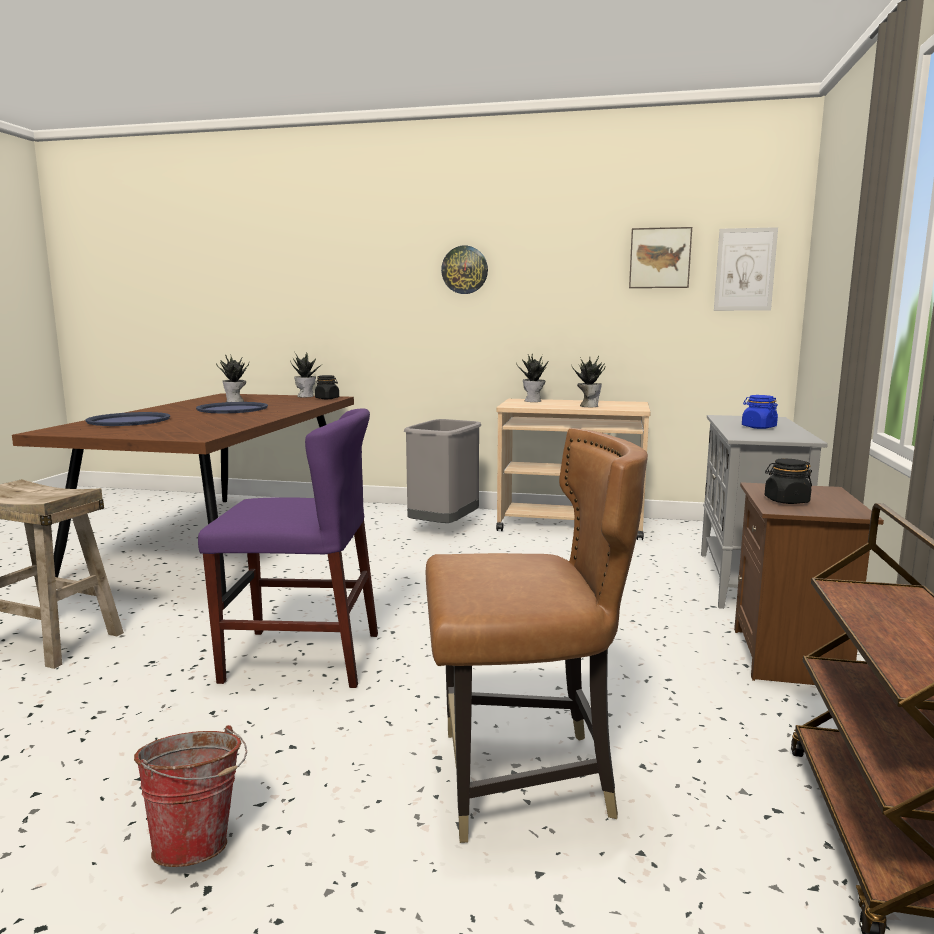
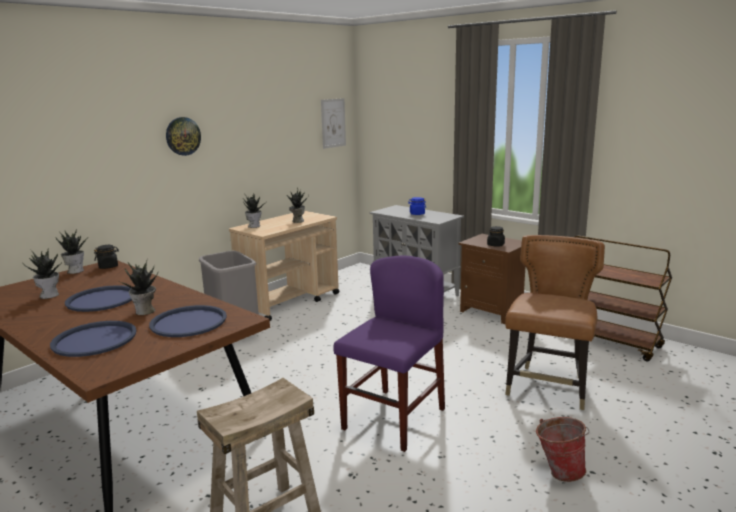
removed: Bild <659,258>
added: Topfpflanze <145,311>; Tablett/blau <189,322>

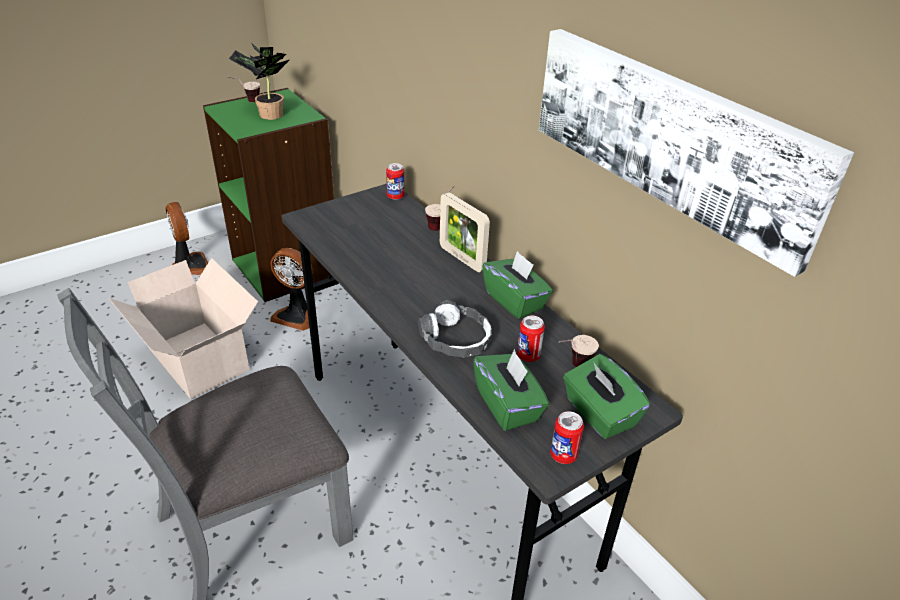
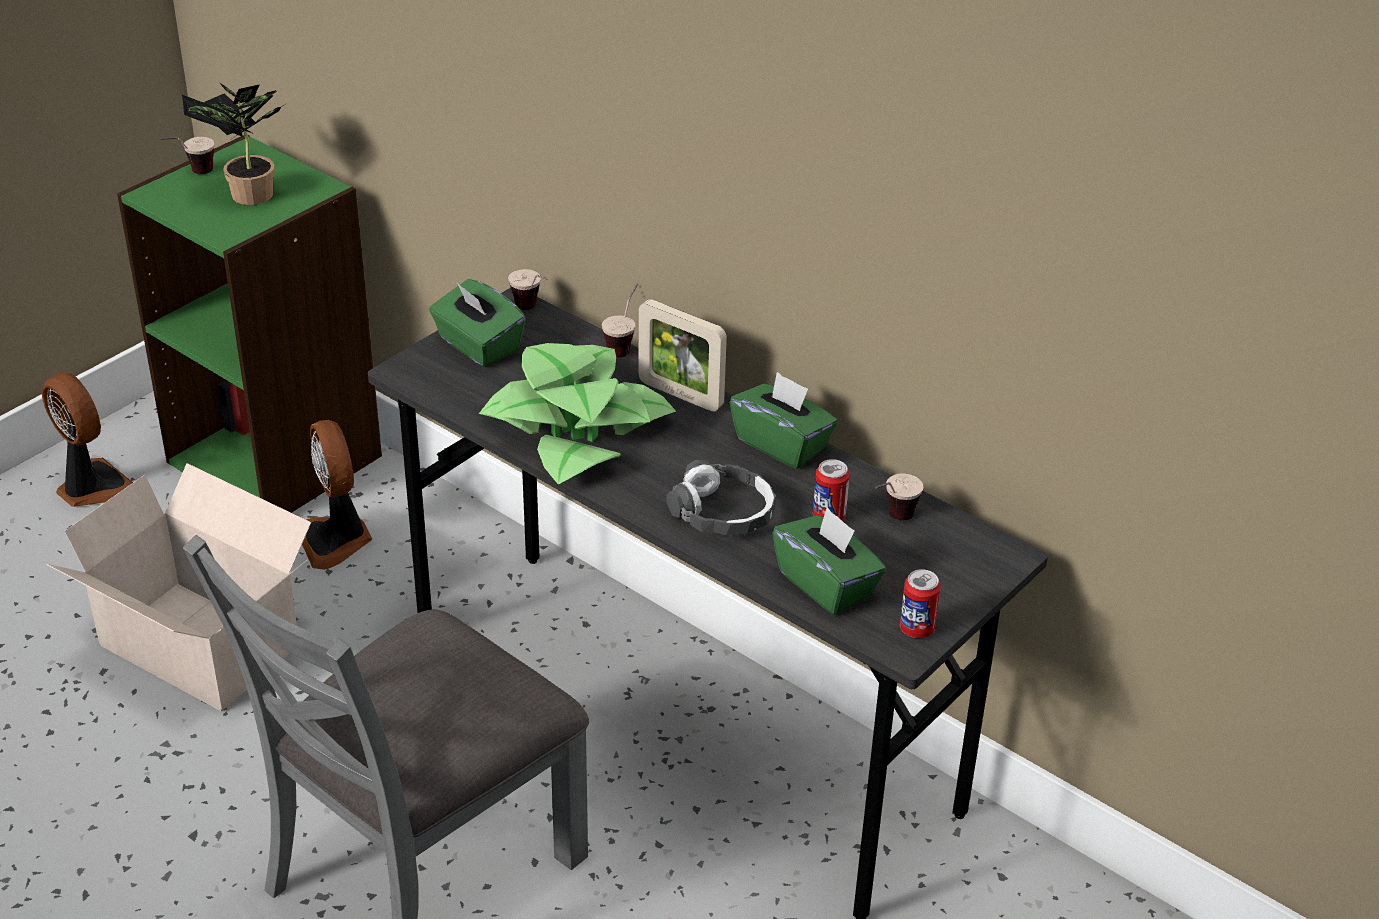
removed: Bild <670,137>
added: Topfpflanze <577,427>
moved: Taschentuchbox/grün <599,414> to <478,346>
replaced: Dose <395,196> to Tasse <532,311>
turned: Ventilator <296,315> = <336,540> 60 degrees clockwise

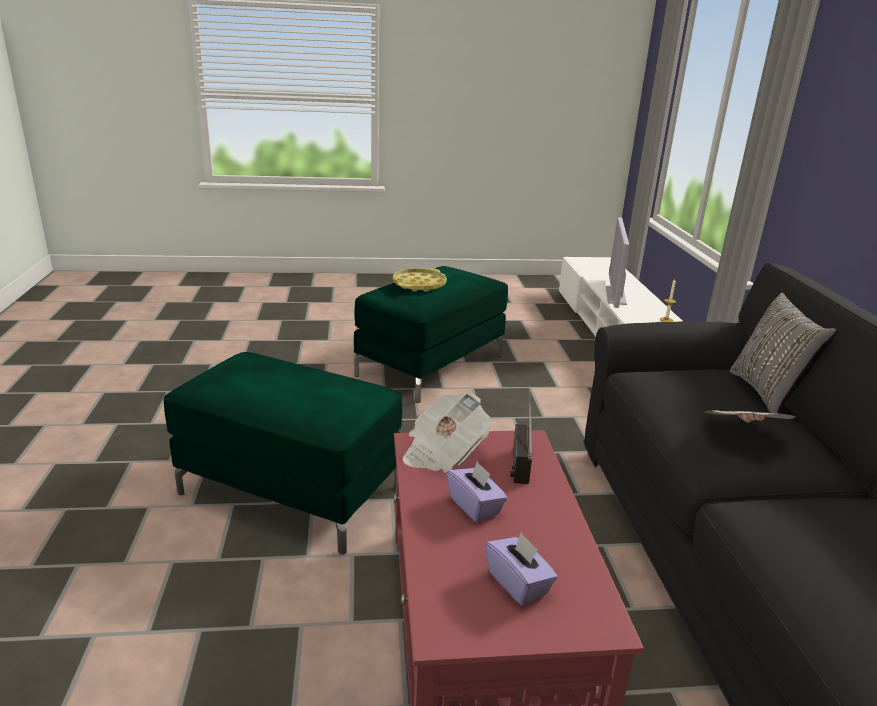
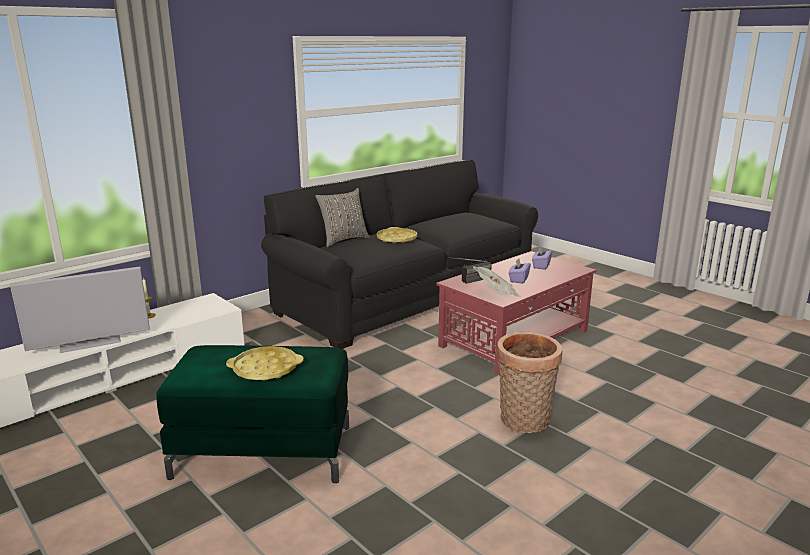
replaced: Zeitung <742,434> to Tablett/gelb <396,239>; Polsterhocker/grün <289,490> to Korb <524,422>

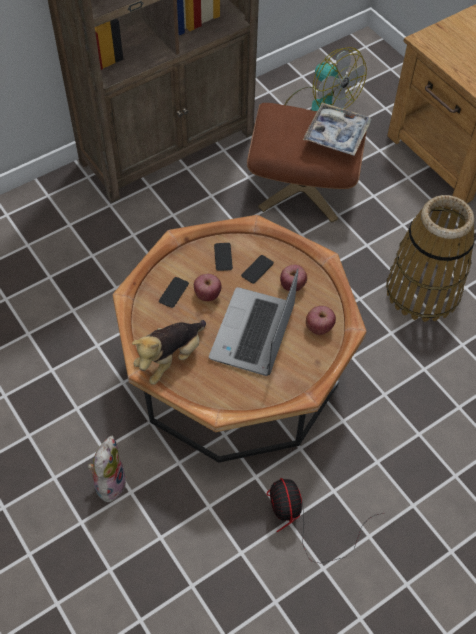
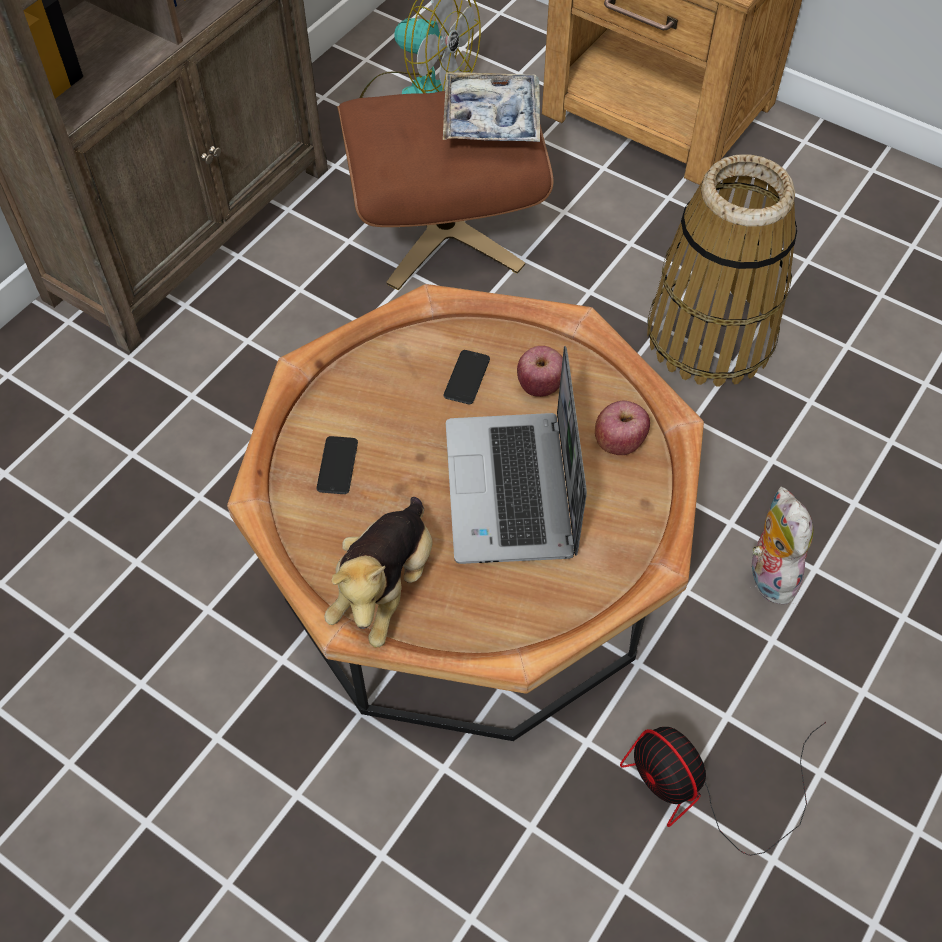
removed: Apfel <207,295>; Handy <223,257>
moved: Plüschtier <109,482> to <767,574>

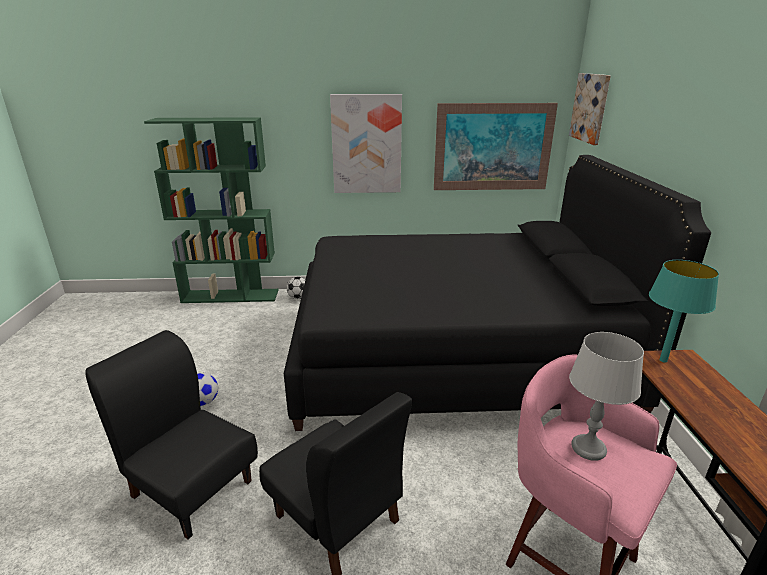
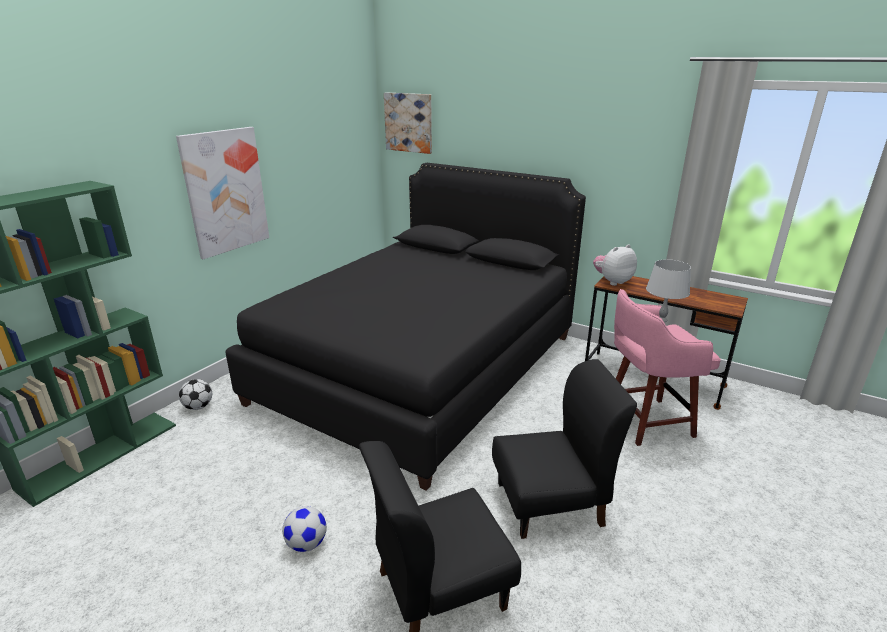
removed: Bild <493,147>
replaced: Tischlampe/türkis <663,360> to Plüschtier <612,281>

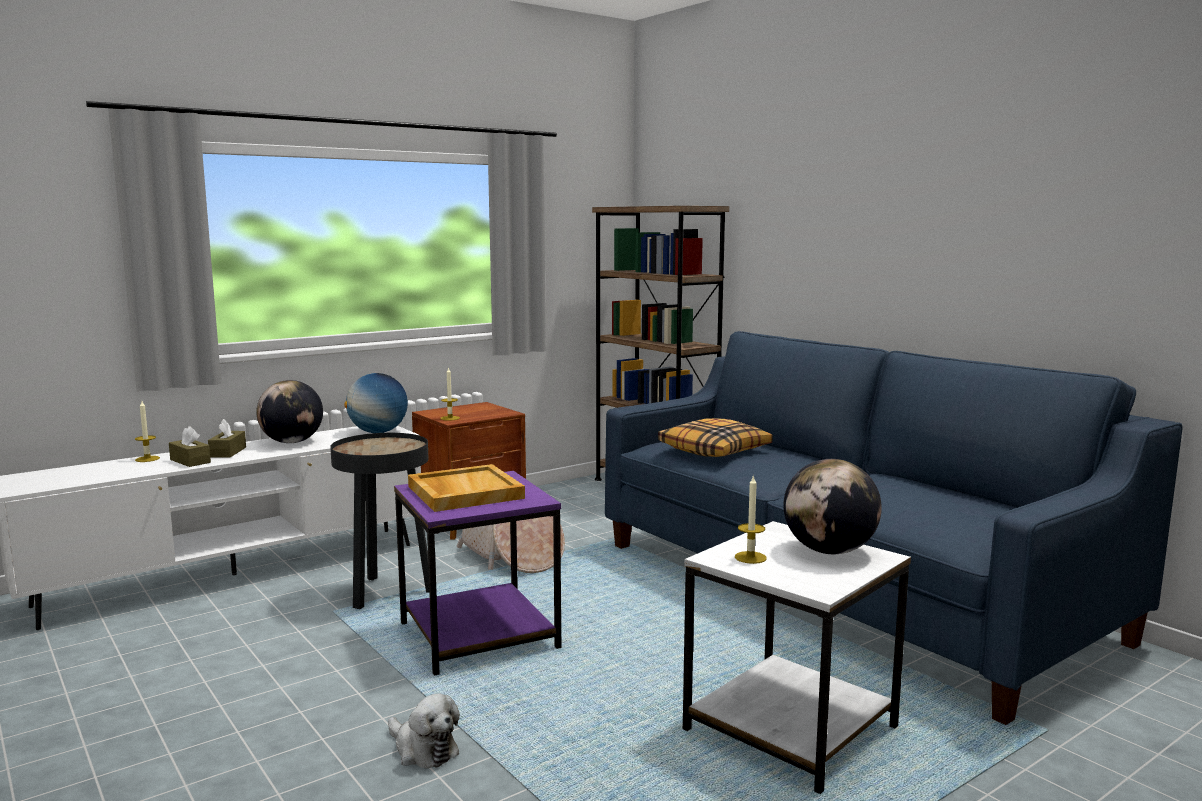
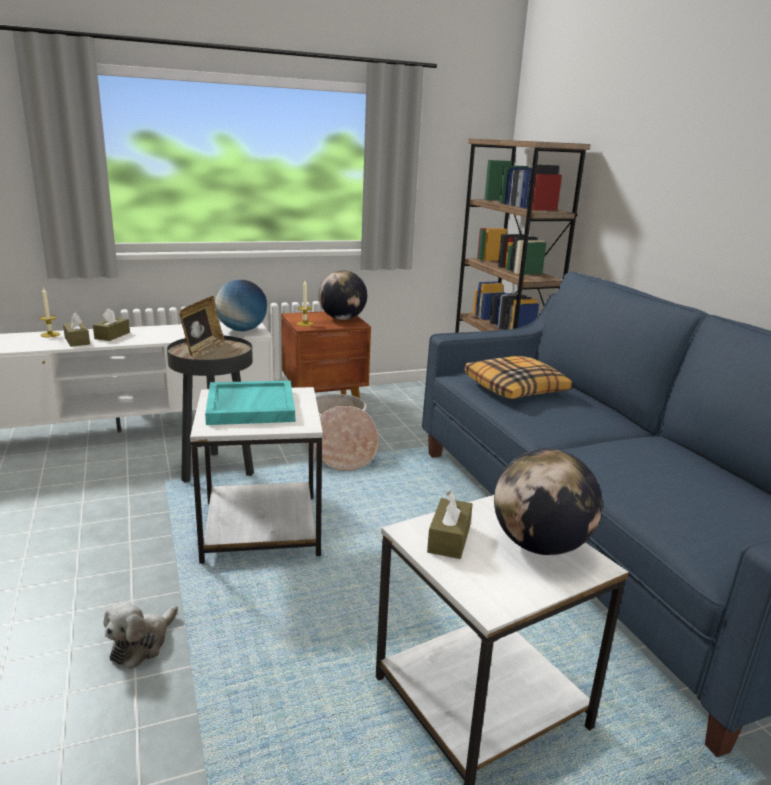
added: Bilderrahmen <203,349>
moved: Globus <292,442> to <342,319>
replaced: Kerze <750,557> to Taschentuchbox/braun <449,538>
recoloured: Beistelltisch/lila <479,635> to Beistelltisch/weiß <262,527>; Tablett/beige <464,492> to Tablett/türkis <250,406>
turned: Plüschtier <423,750> = <141,644> 60 degrees clockwise

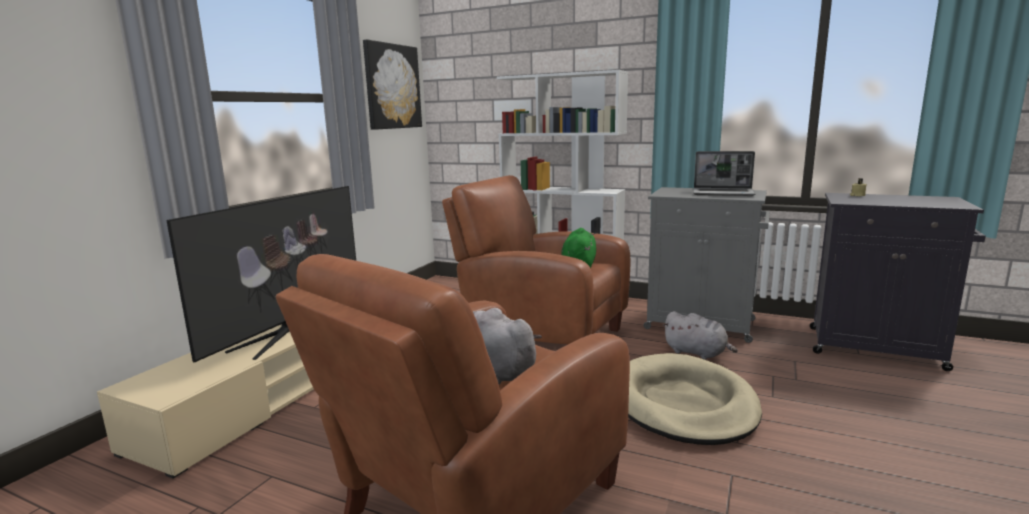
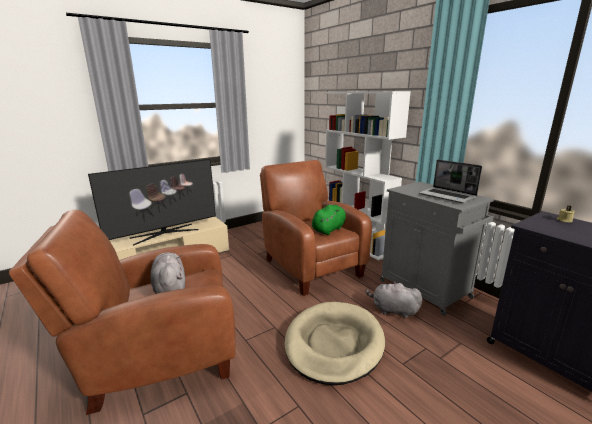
removed: Bild <392,86>
turned: Plüschtier/grau <697,353> = <392,310> 135 degrees clockwise

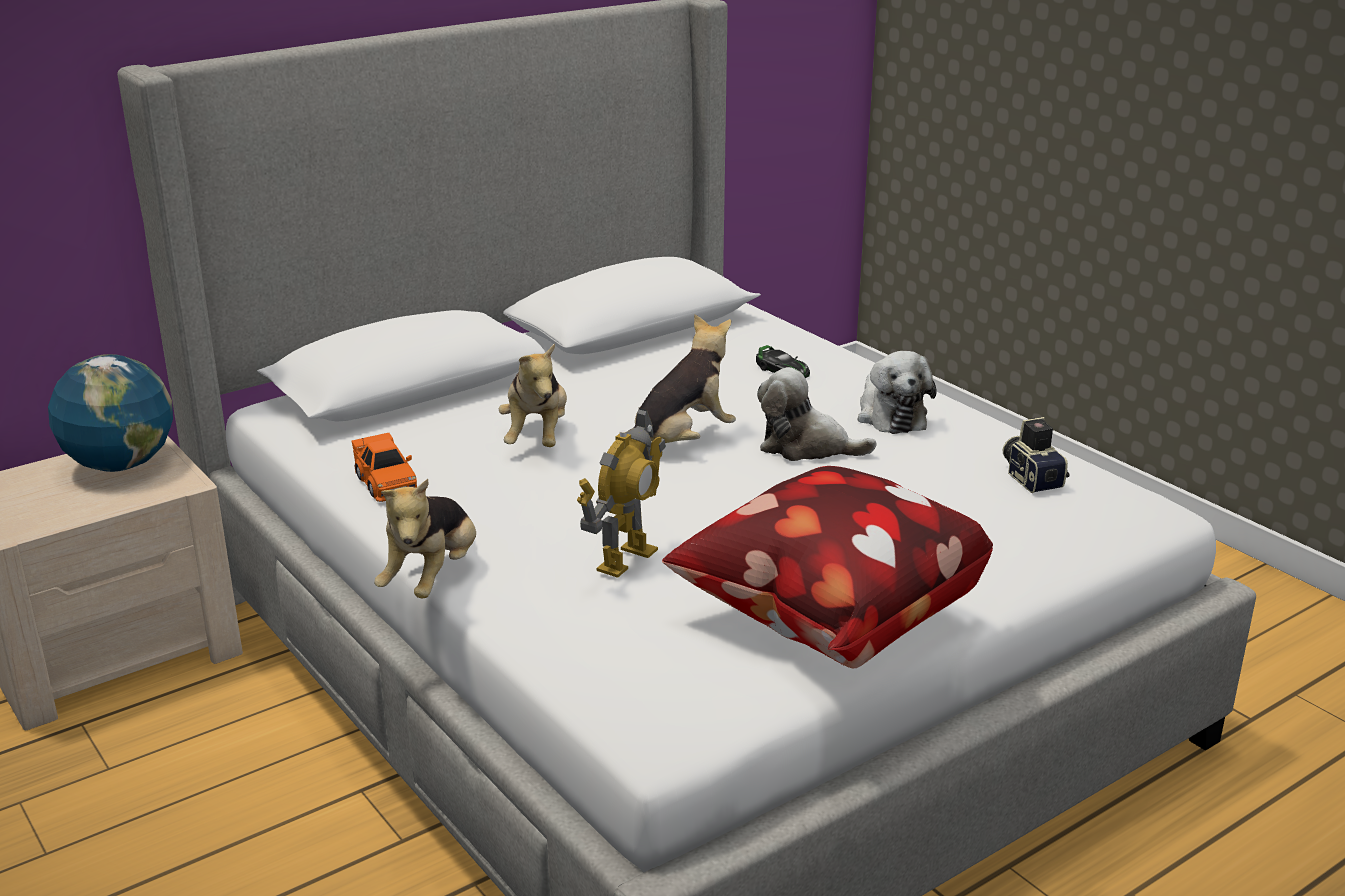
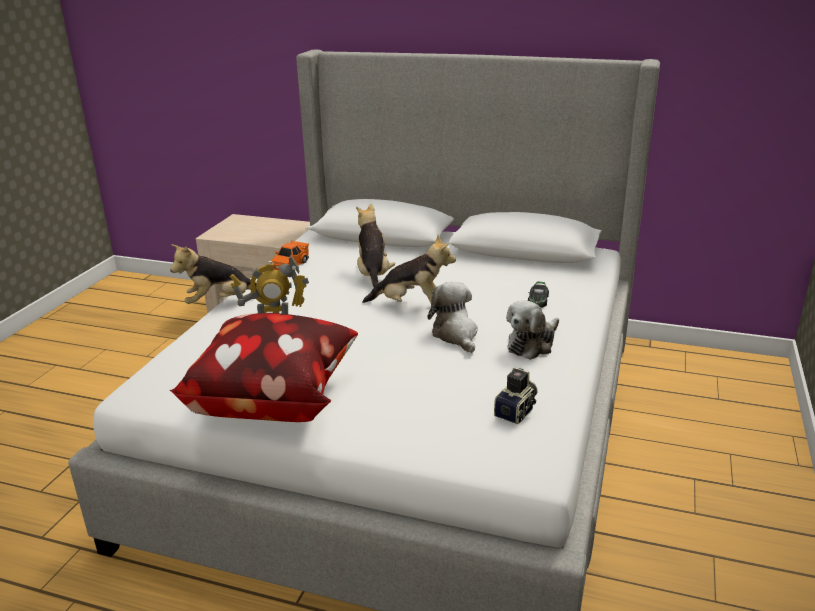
removed: Globus <121,465>
turned: Plüschtier <537,437> = <373,275> 120 degrees clockwise

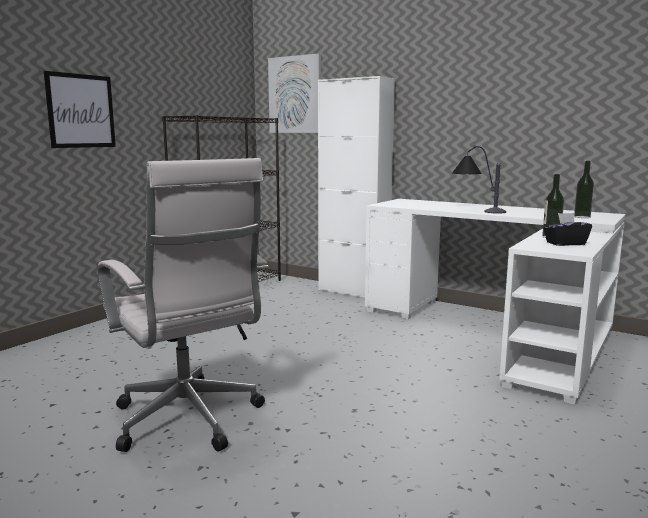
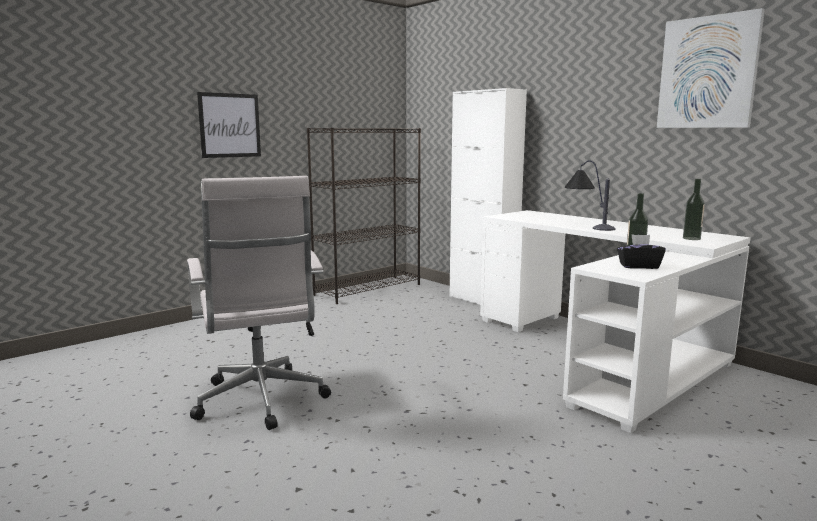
moved: Bild <295,95> to <708,73>

